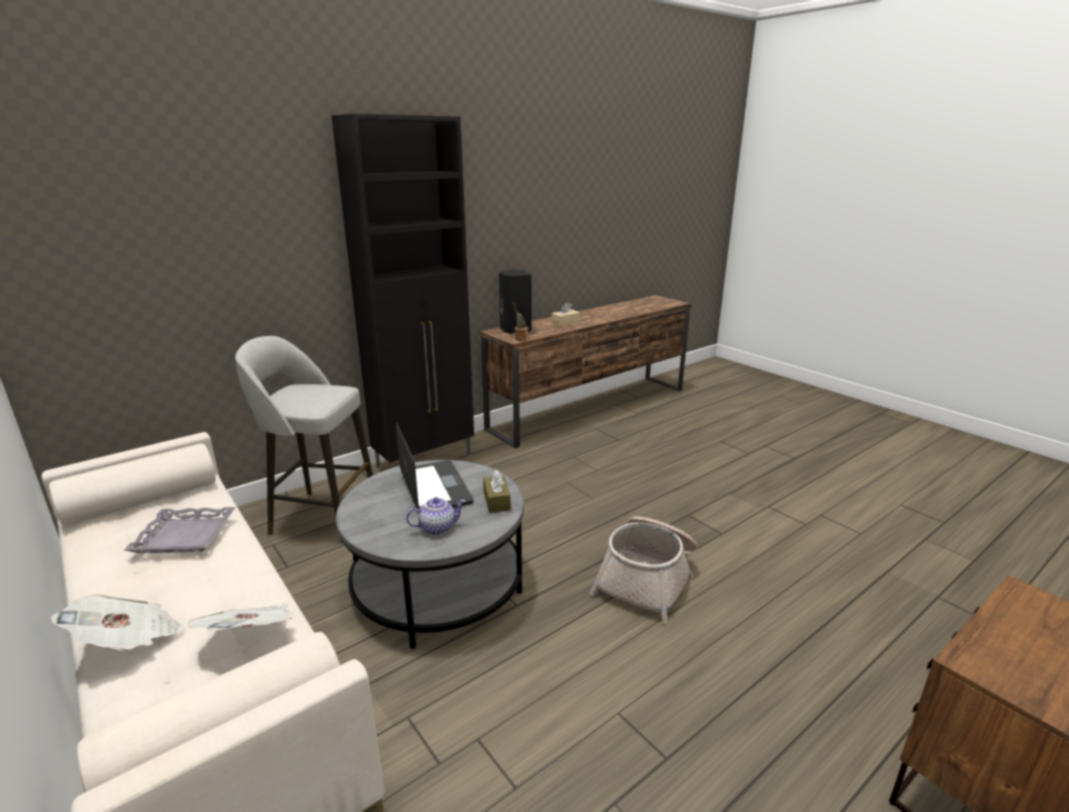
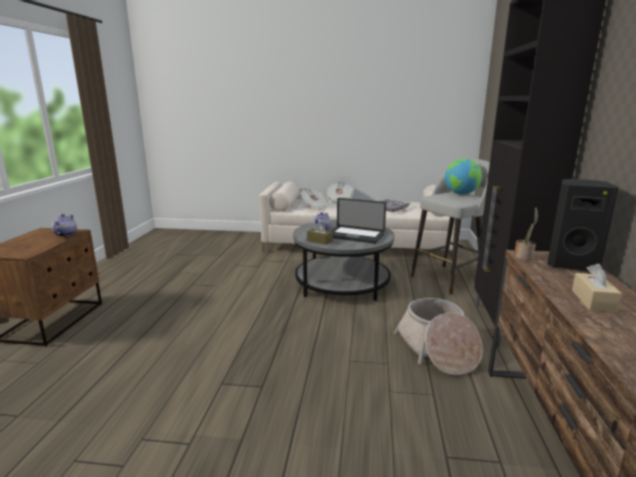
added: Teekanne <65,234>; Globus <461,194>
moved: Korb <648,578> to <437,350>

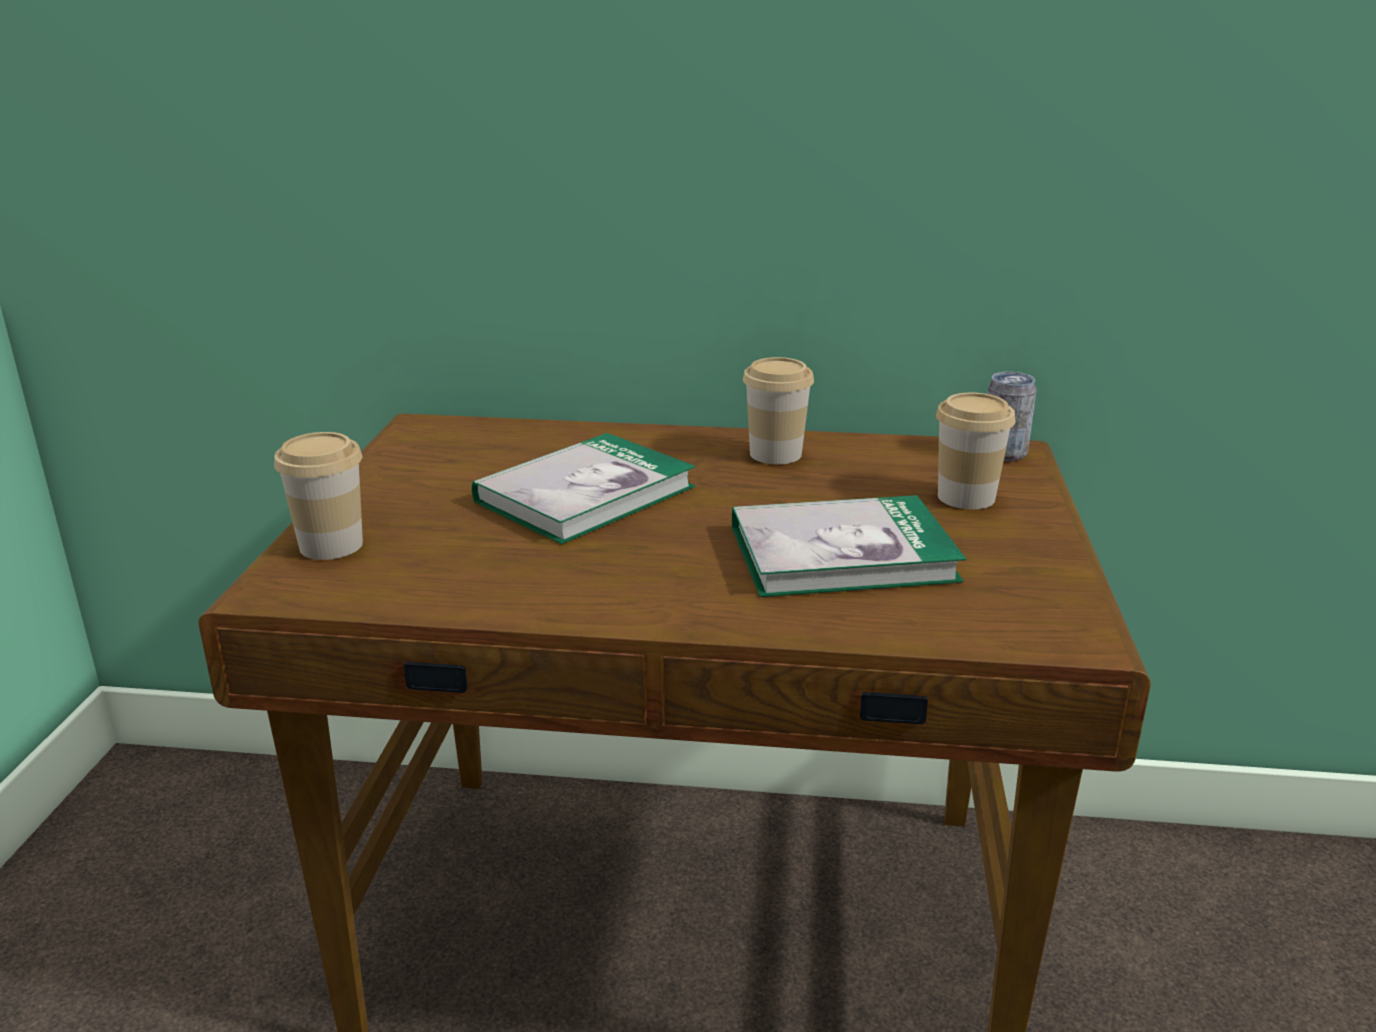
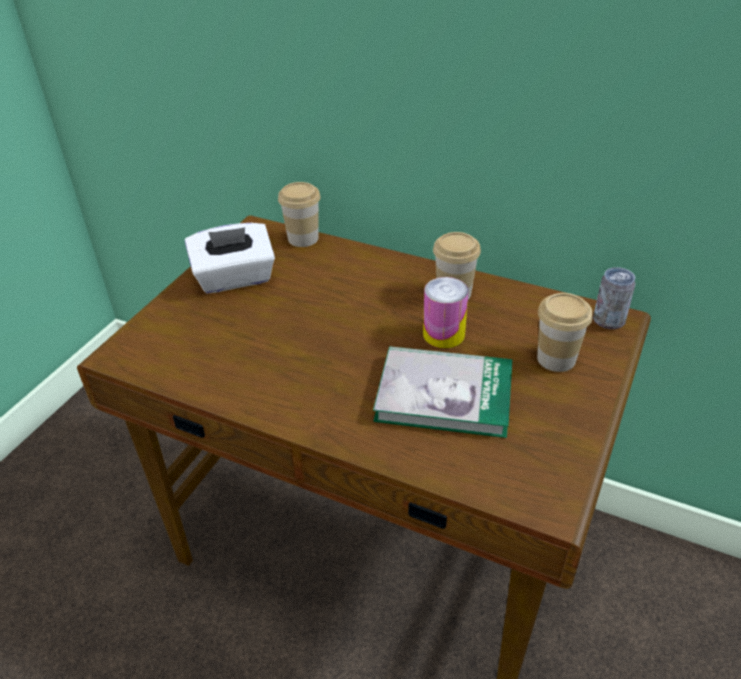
removed: Buch <585,494>
added: Taschentuchbox/weiß <235,278>; Dose <443,334>
moved: Tasse <331,545> to <303,238>

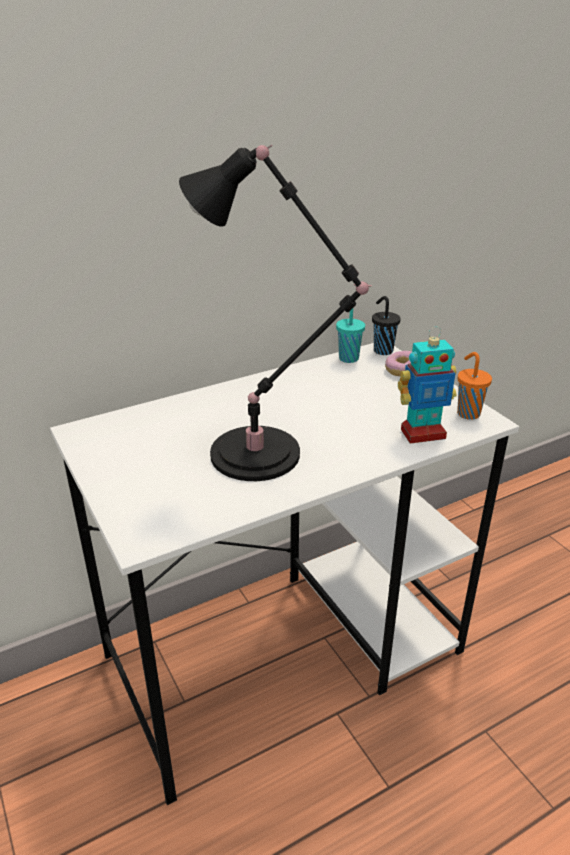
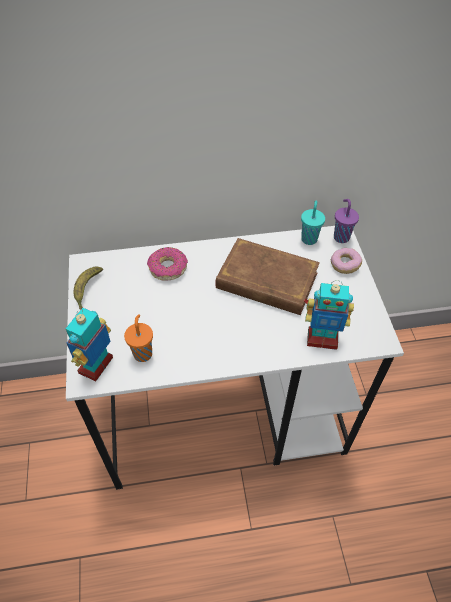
removed: Tischlampe/schwarz <263,455>
added: Spielzeugroboter <97,366>; Banane <87,291>; Donut <168,268>; Buch/braun <267,281>
moved: Tasse/orange <467,413> to <143,353>
recoloured: Tasse/schwarz <382,350> to Tasse/lila <341,237>

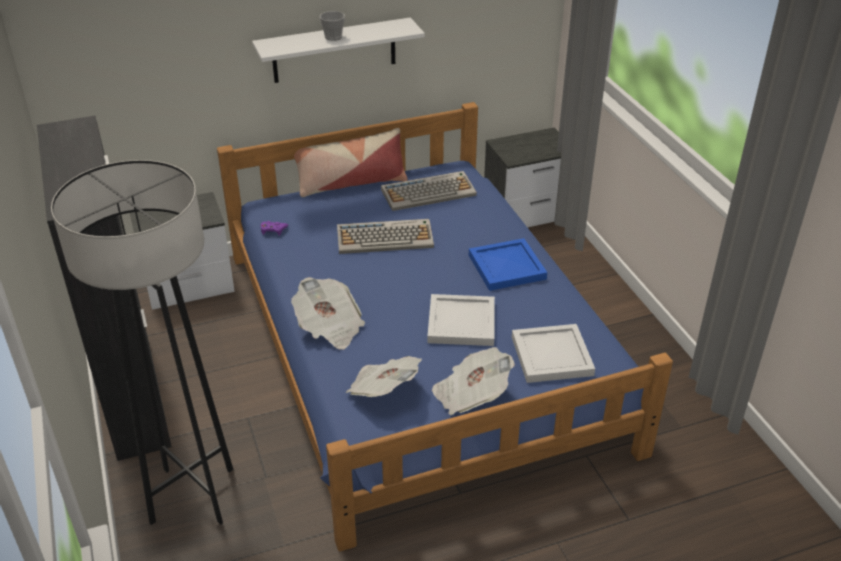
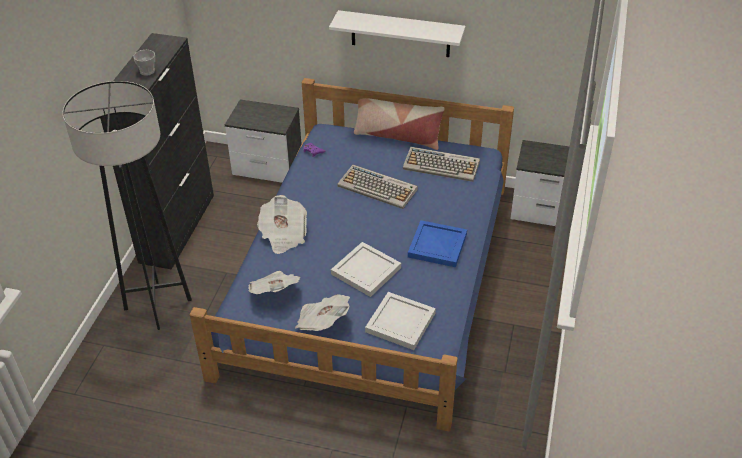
moved: Tasse <333,37> to <147,71>

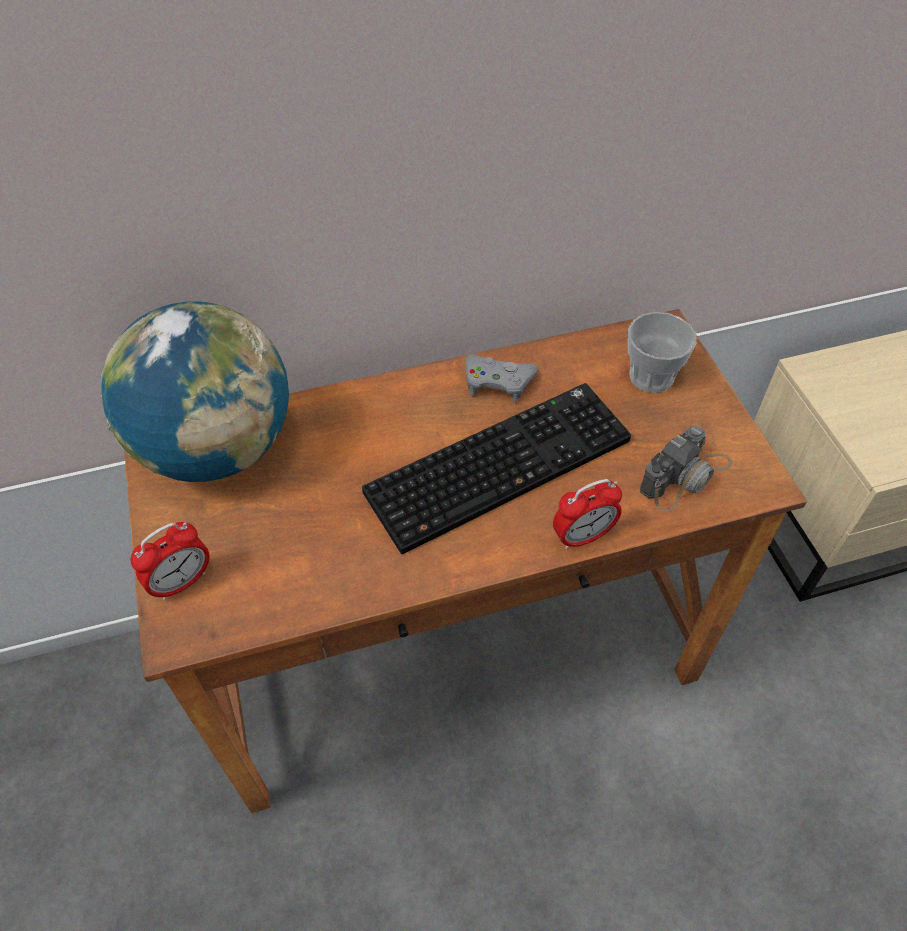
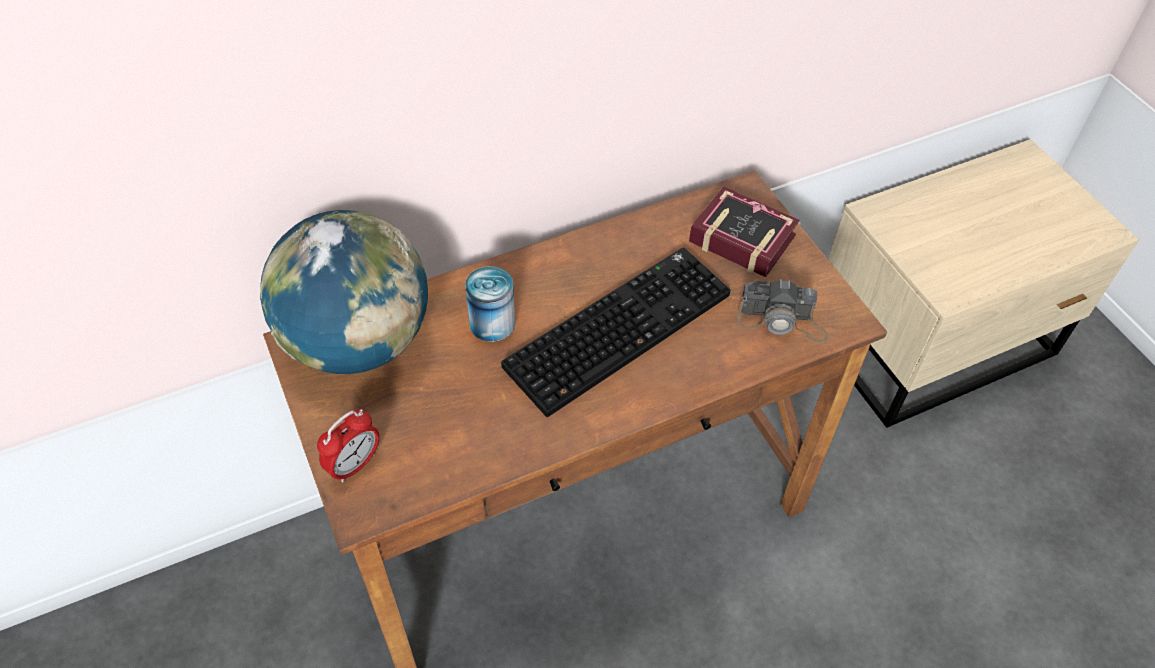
removed: Gamepad/grau <498,381>; Wecker <582,536>
added: Dose <492,323>
replaced: Tasse <651,376> to Buch <739,235>
turned: Kamera <685,476> = <782,321> 60 degrees clockwise

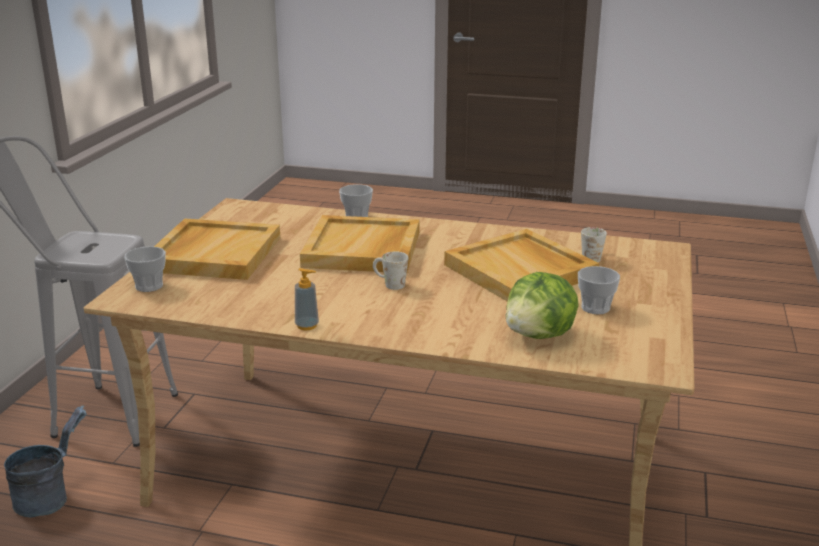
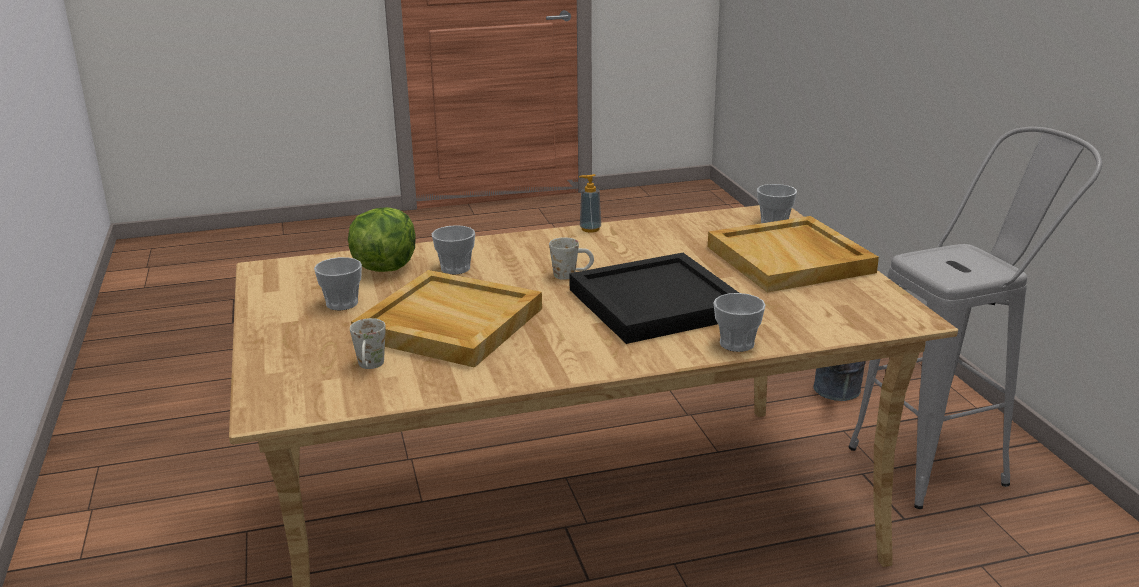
added: Tasse <455,268>
recoloured: Tablett/beige <363,249> to Tablett/schwarz <654,303>

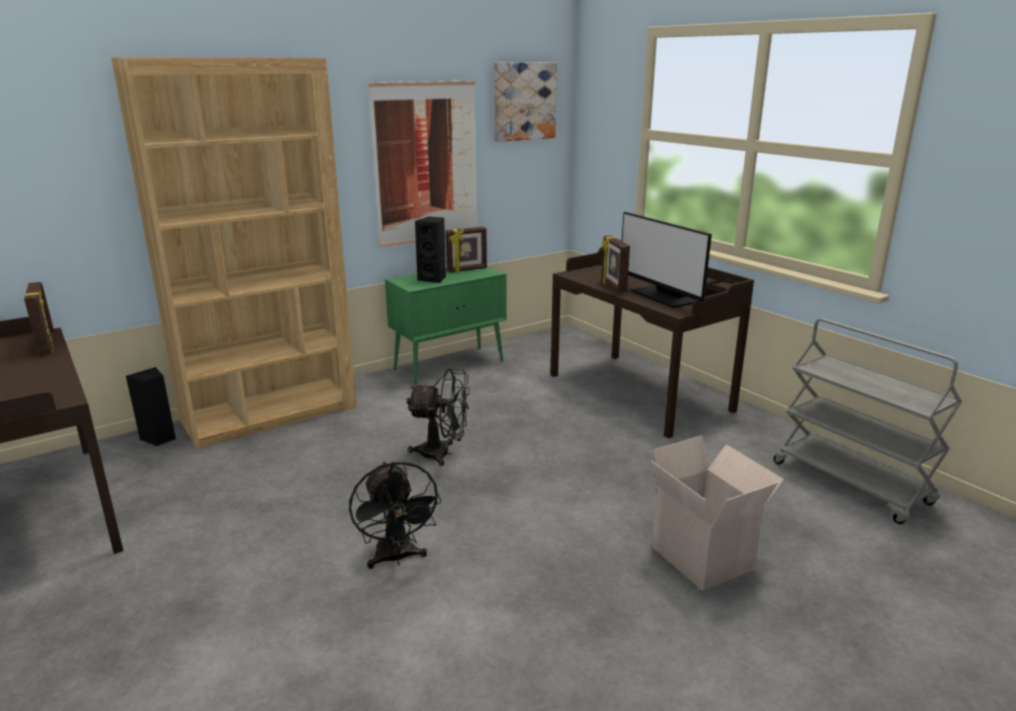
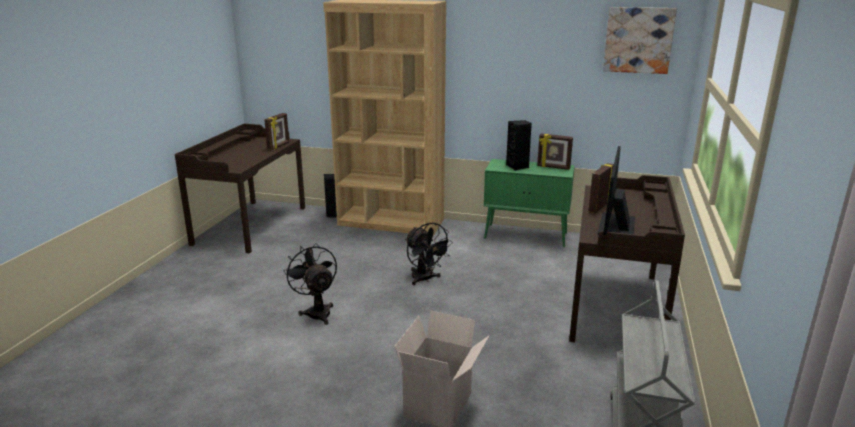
removed: Bild <426,163>
turned: Ventilator/schwarz <396,558> = <317,311> 120 degrees clockwise

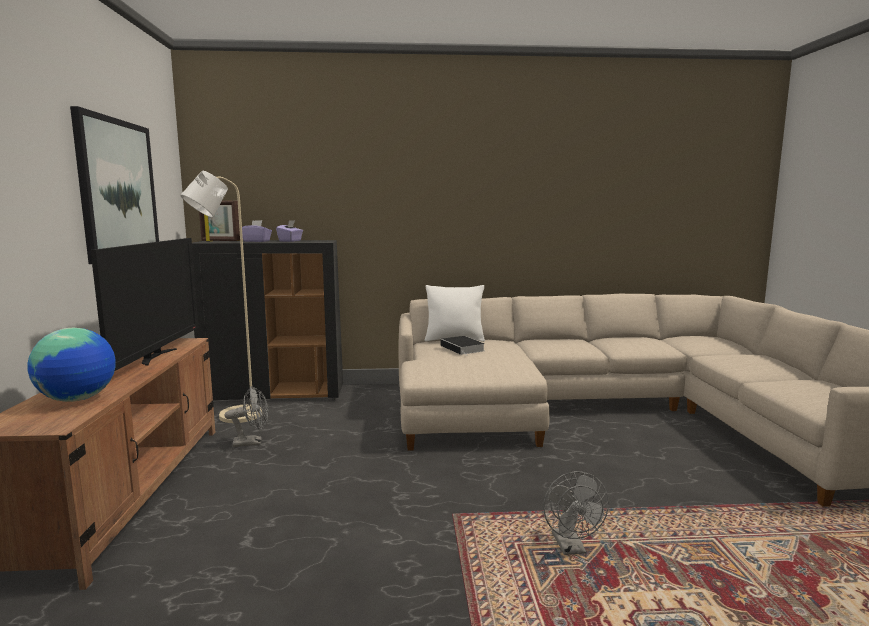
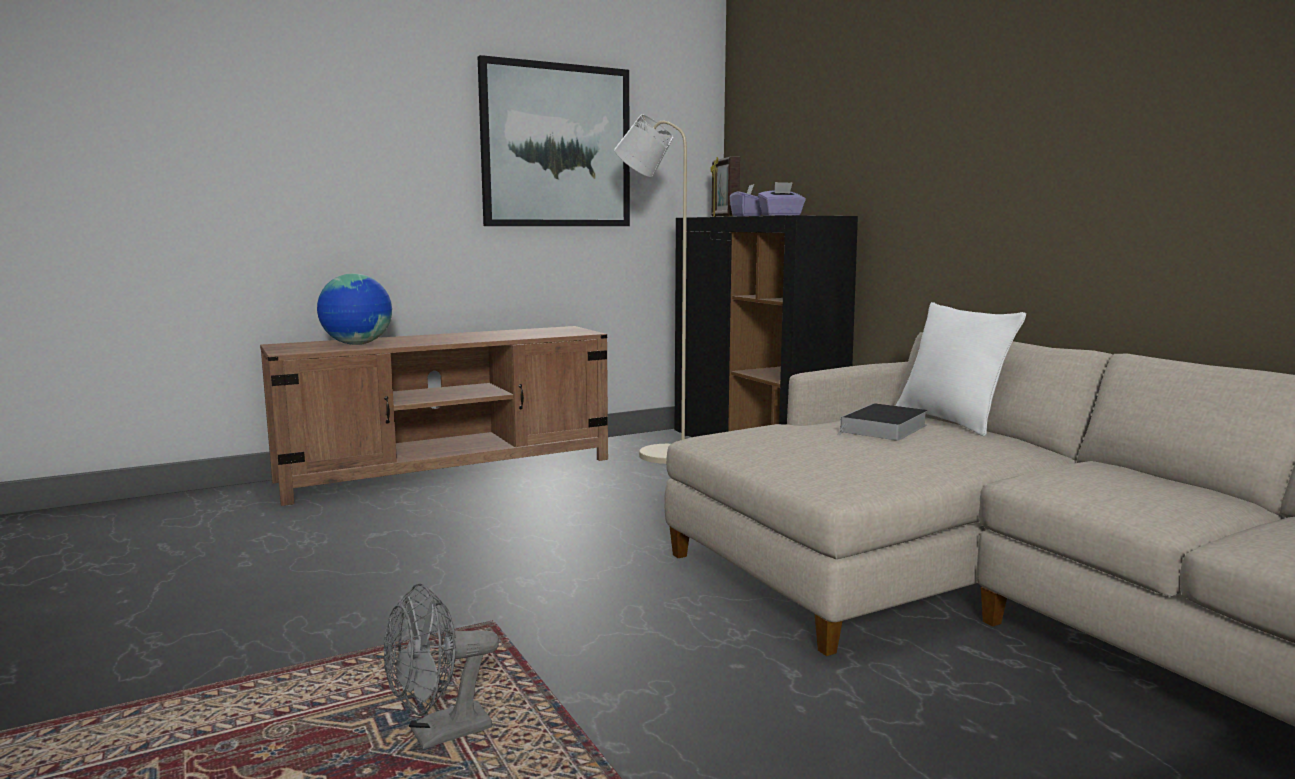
removed: Fernseher <156,356>; Ventilator/grau <252,442>

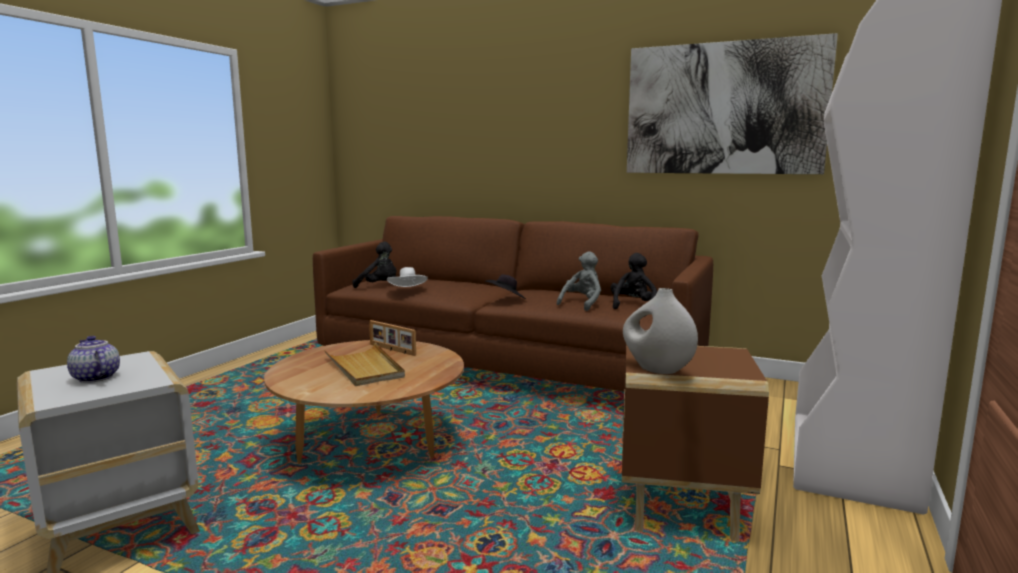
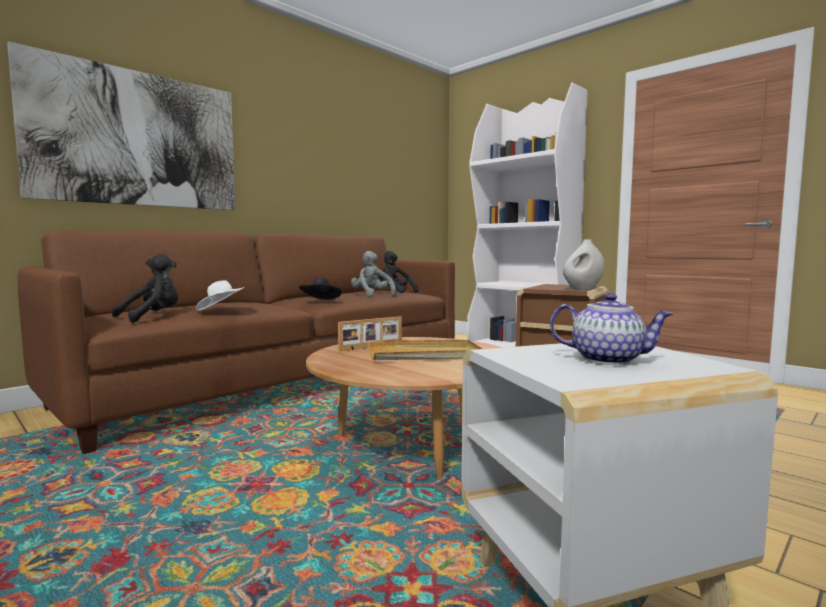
moved: Bild <724,109> to <137,139>
turned: Teekanne <94,378> = <608,359> 135 degrees counterclockwise

